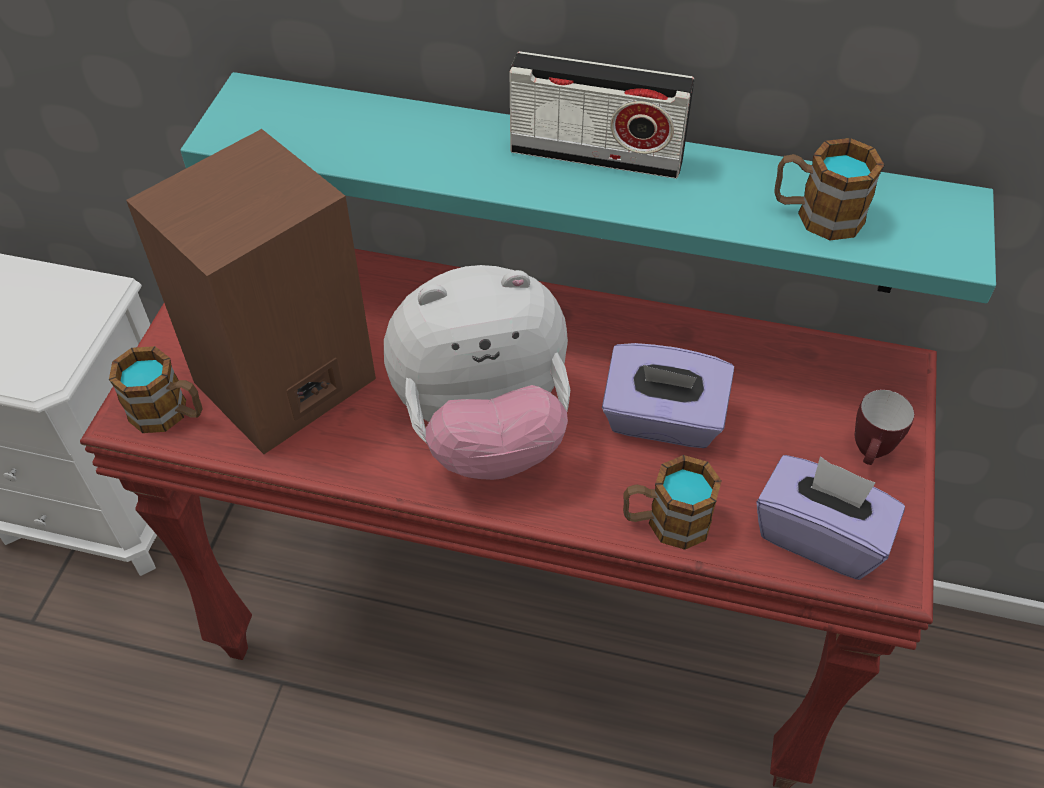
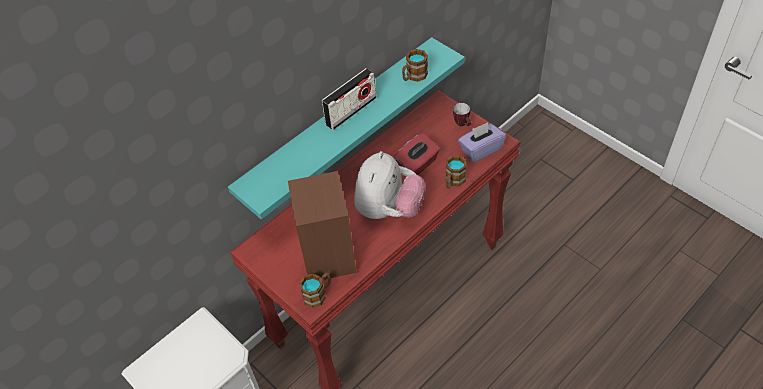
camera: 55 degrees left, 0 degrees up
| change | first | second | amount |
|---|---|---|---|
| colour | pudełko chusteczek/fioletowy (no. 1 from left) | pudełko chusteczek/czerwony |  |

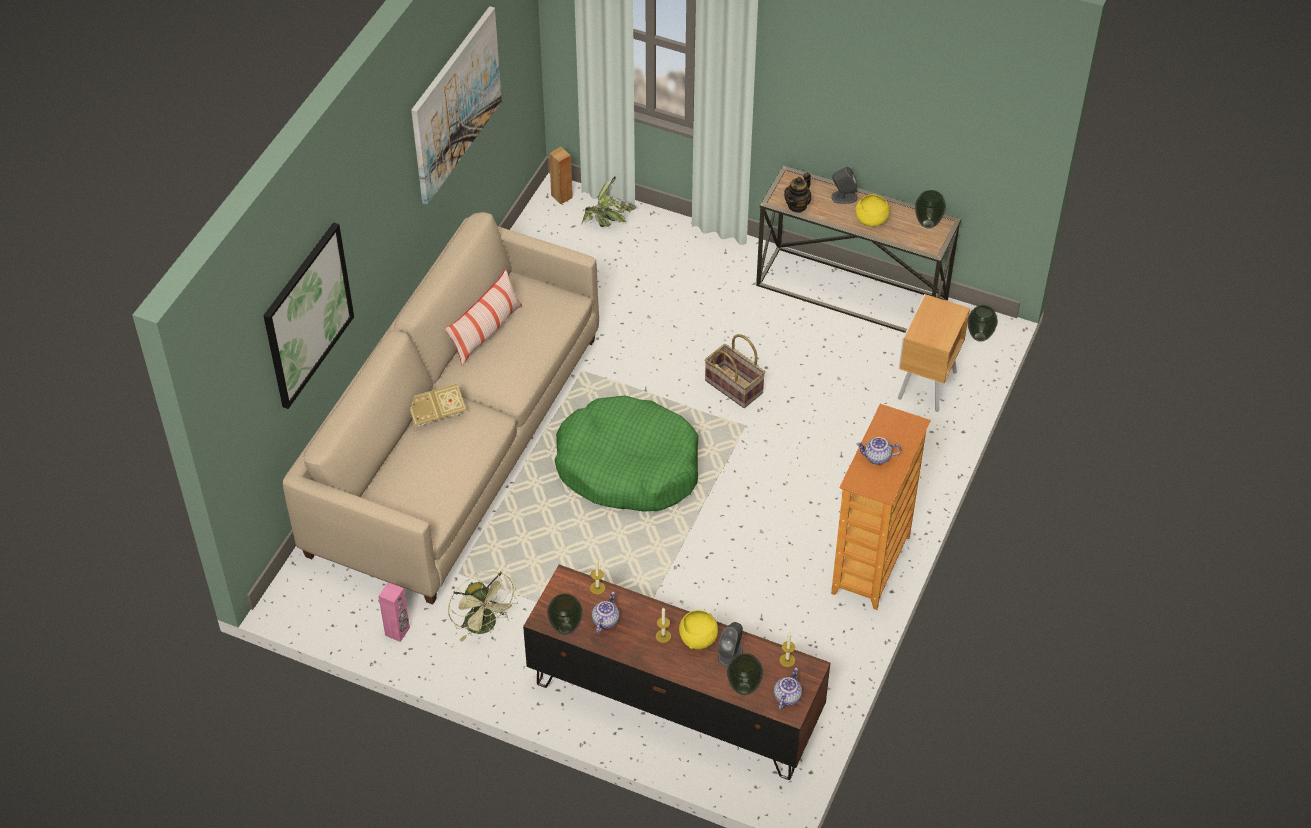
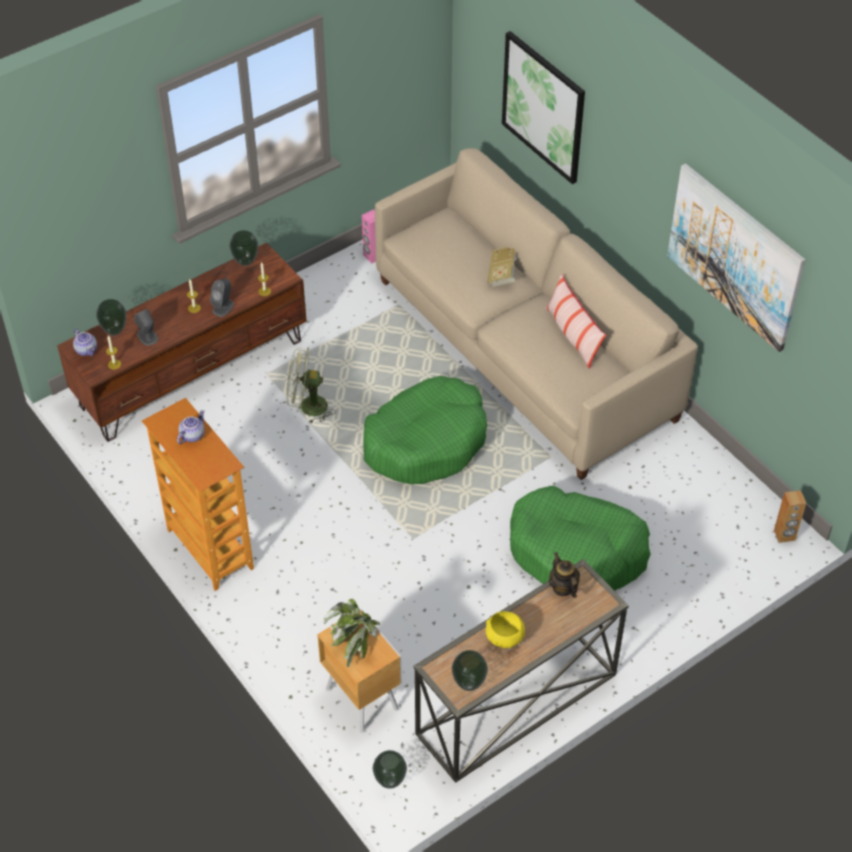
camera: 120 degrees right, 0 degrees up
| change | first | second | amount |
|---|---|---|---|
| relocated | wentylator/zielony |  |  |
| relocated | roślina doniczkowa |  |  |
| missing | imbryk (no. 1 from left) |  |  |
| missing | miska/żółty (no. 1 from left) |  |  |
| missing | koszyk |  |  |
| relocated | głośnik/szary (no. 2 from left) |  |  |
| appeared |  | legowisko/zielony (no. 2 from left) |  |

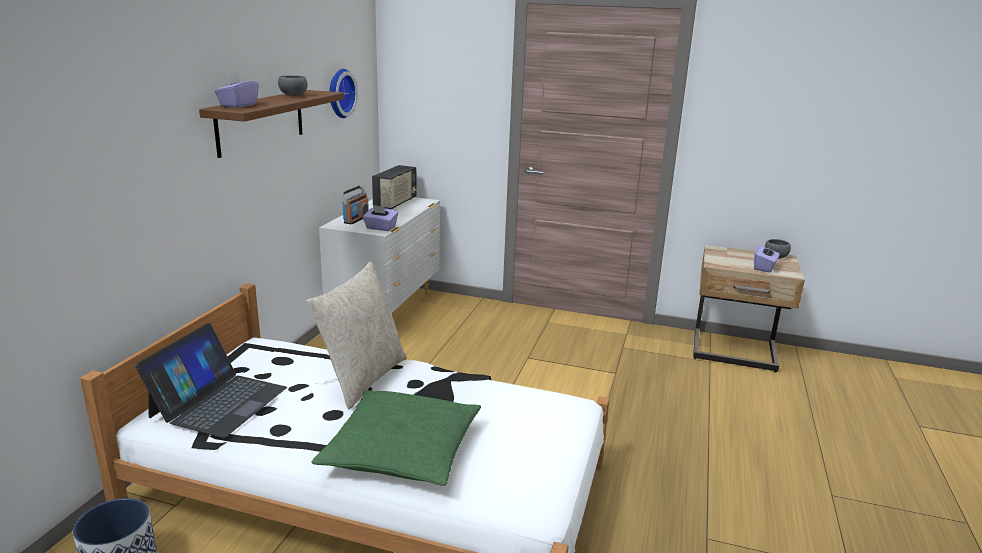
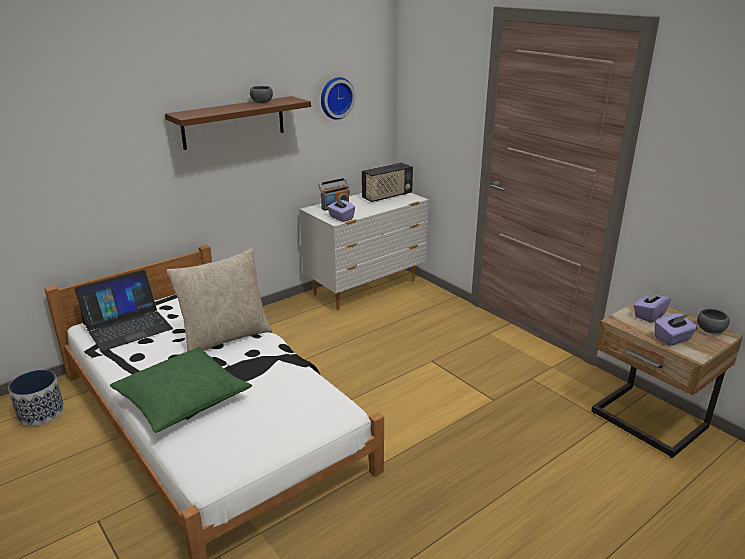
camera: 35 degrees right, 5 degrees up
| change | first | second | amount |
|---|---|---|---|
| relocated | pudełko chusteczek/fioletowy (no. 1 from left in the first image) | pudełko chusteczek/fioletowy (no. 2 from left) |  |

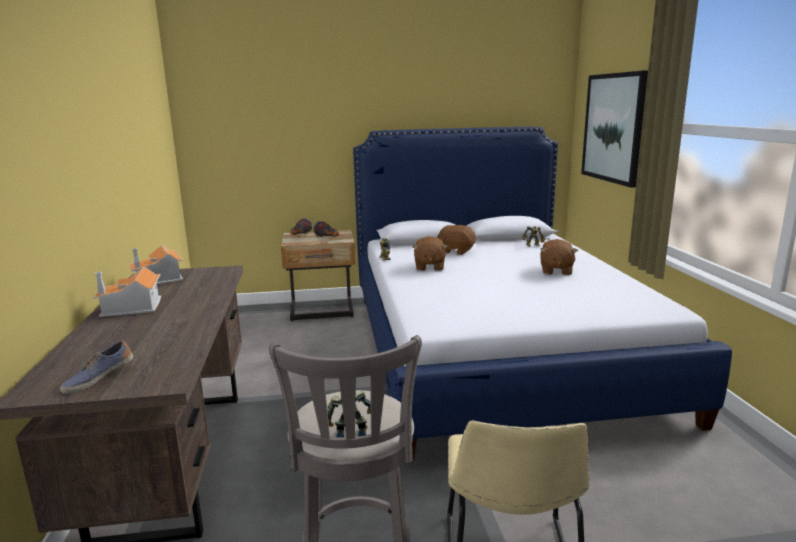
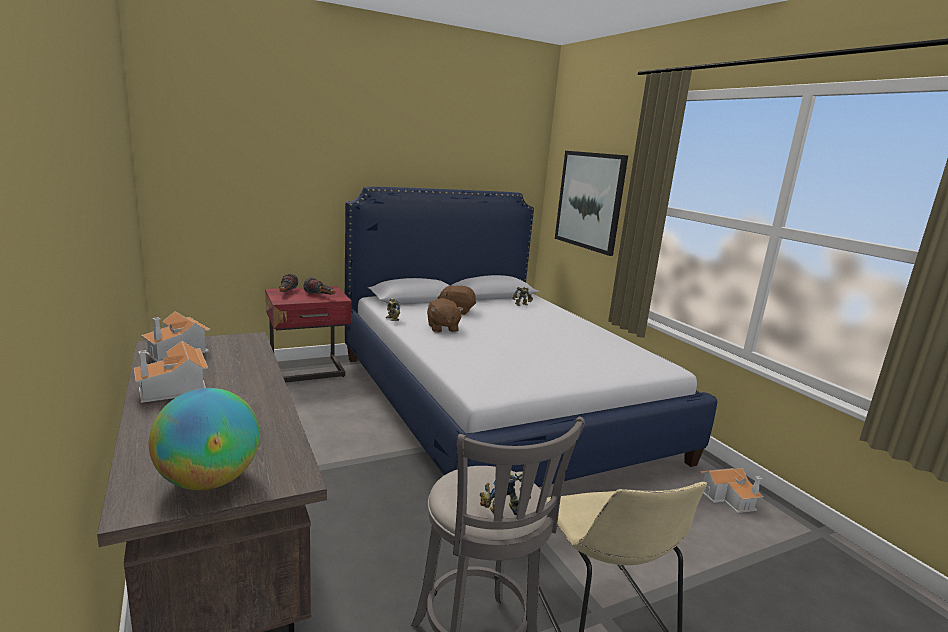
camera: 20 degrees left, 0 degrees up
| change | first | second | amount |
|---|---|---|---|
| exchanged | but | globus |  |
| colour | szafka nocna/beżowy | szafka nocna/czerwony |  |
| missing | pluszak/brązowy (no. 3 from left) |  |  |
| appeared |  | domek (no. 3 from left) |  |

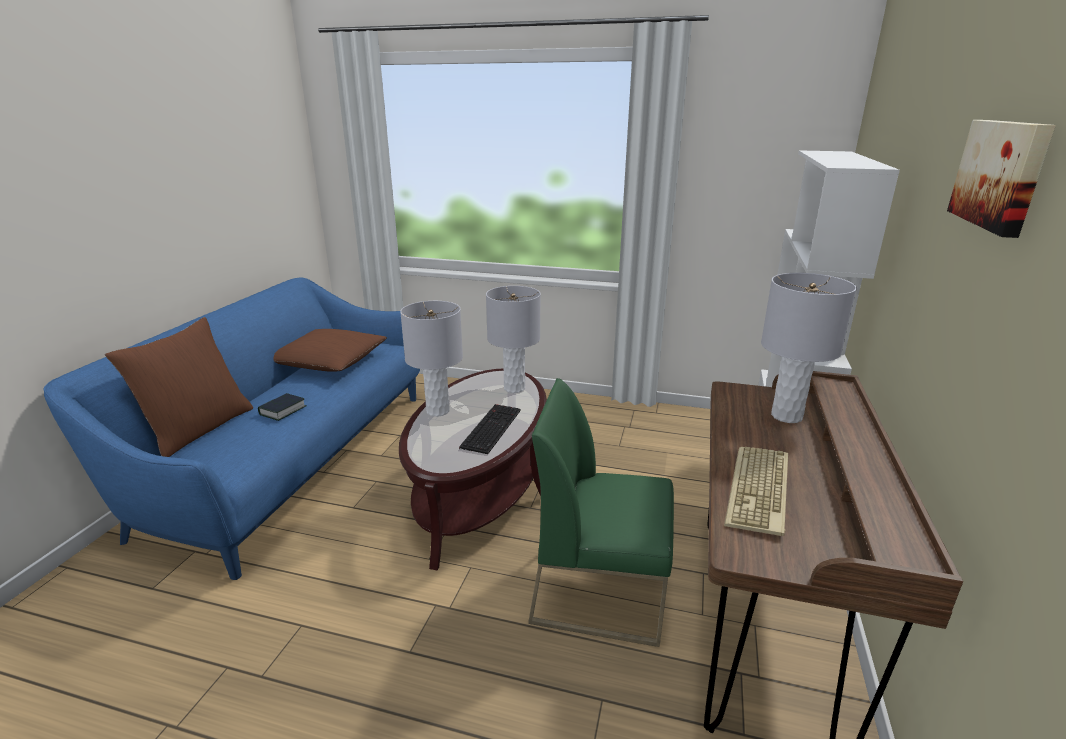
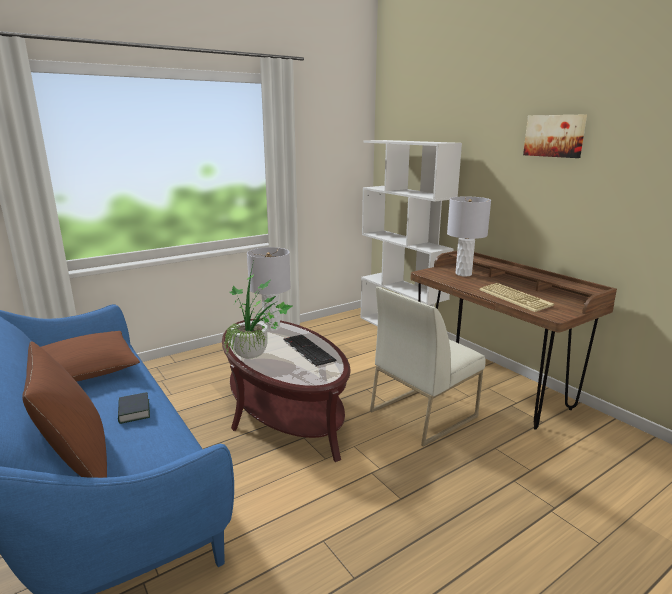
camera: 50 degrees left, 5 degrees down
| change | first | second | amount |
|---|---|---|---|
| exchanged | lampa stołowa/szary (no. 1 from left) | roślina doniczkowa |  |
| colour | krzesło/zielony | krzesło/biały |  |

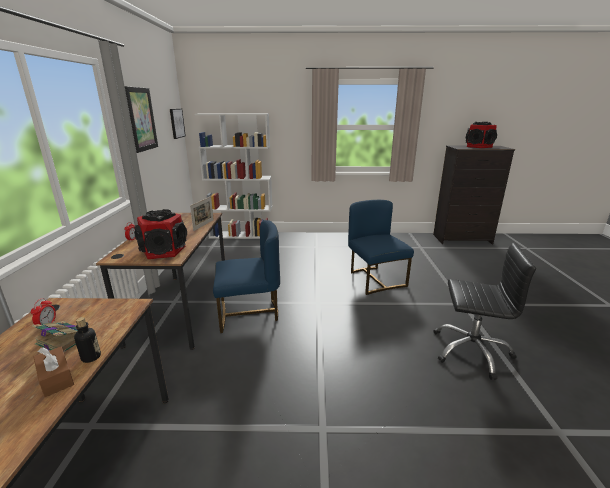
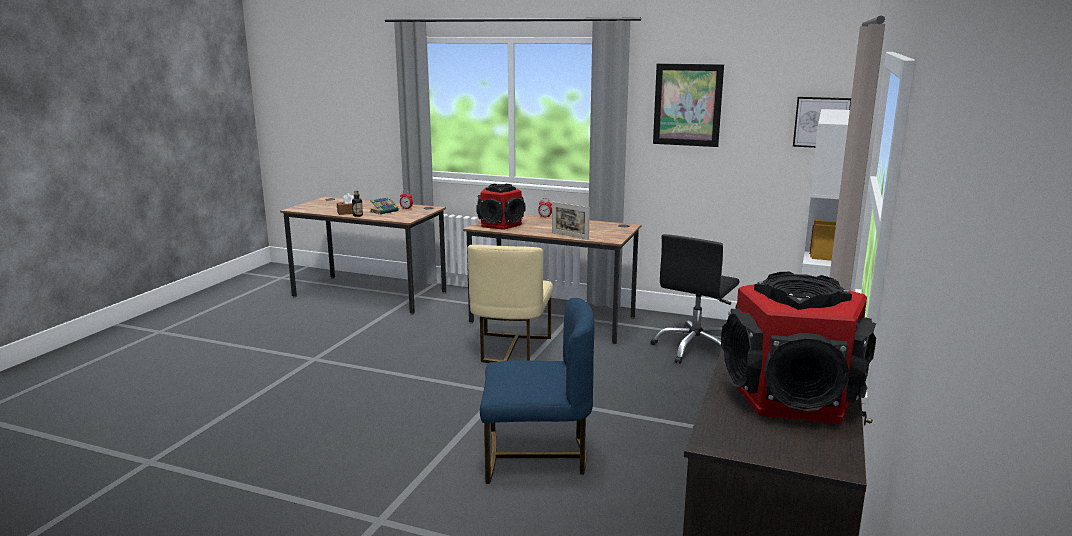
camera: 110 degrees right, 5 degrees down
| change | first | second | amount |
|---|---|---|---|
| colour | krzesło/niebieski (no. 1 from left) | krzesło/beżowy |  |
| relocated | krzesło biurowe/czarny |  |  |

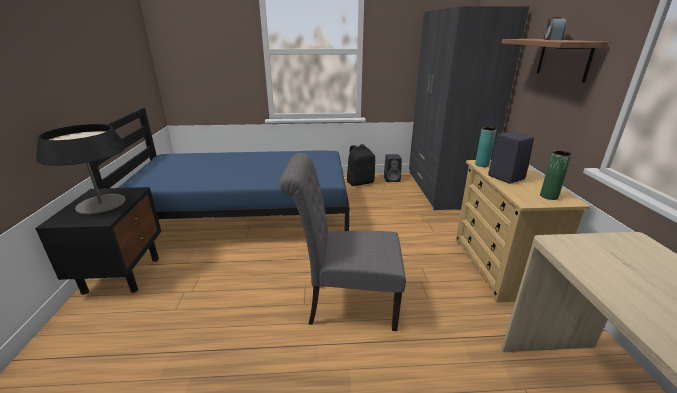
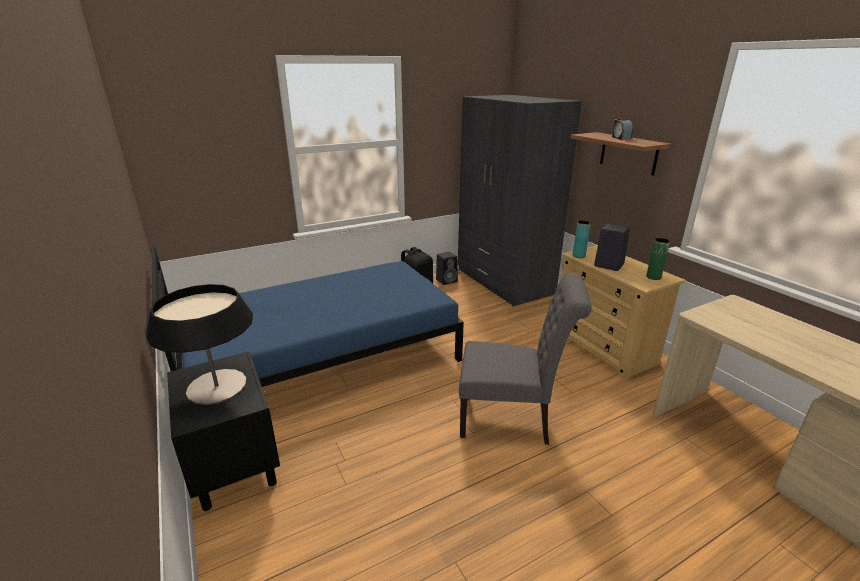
camera: 25 degrees left, 0 degrees up
| change | first | second | amount |
|---|---|---|---|
| spun | krzesło/szary |  | 150 degrees counterclockwise |

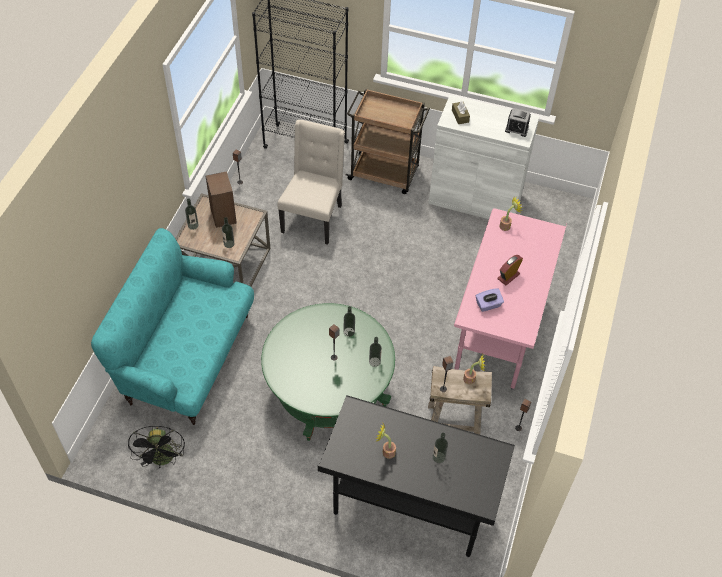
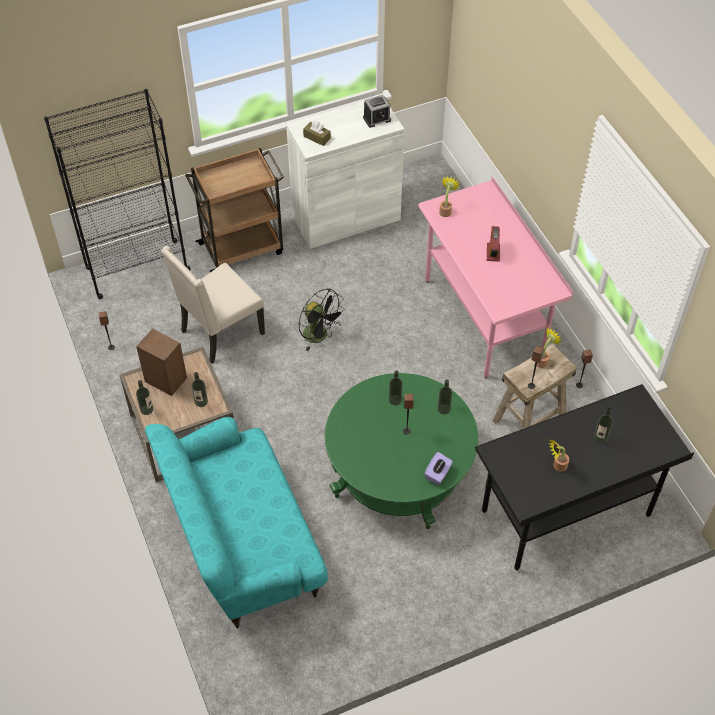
camera: 40 degrees left, 0 degrees up
| change | first | second | amount |
|---|---|---|---|
| relocated | wentylator/czarny |  |  |
| spun | krzesło/beżowy |  | 105 degrees counterclockwise |
| relocated | pudełko chusteczek/fioletowy |  |  |

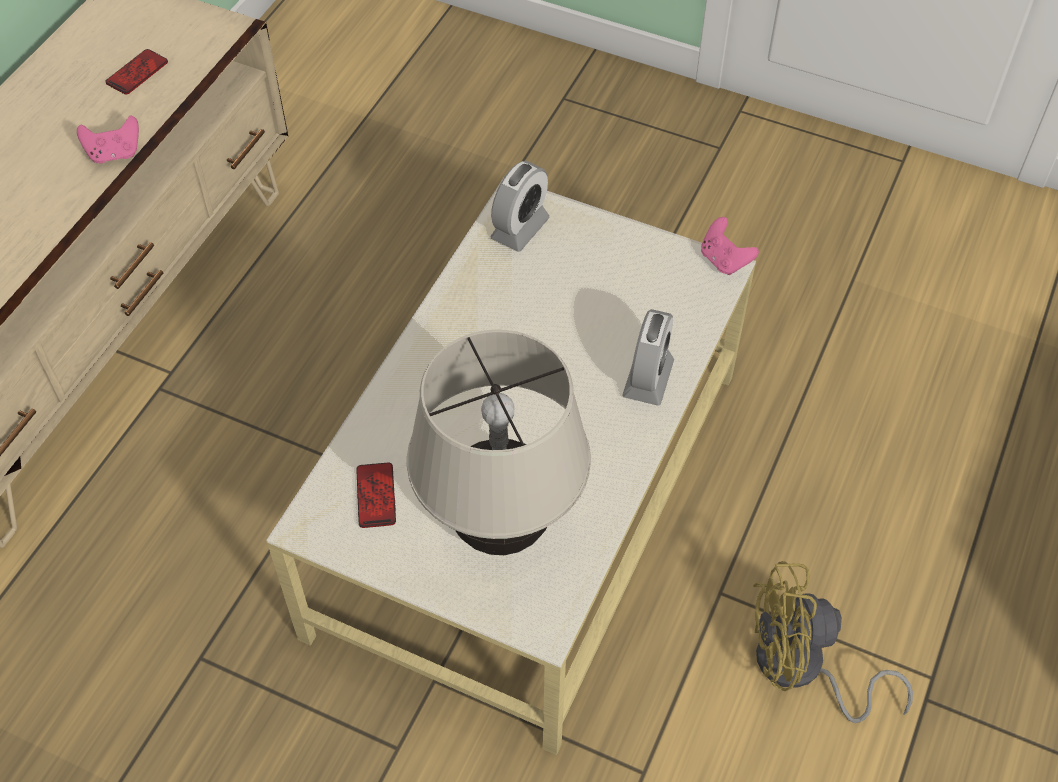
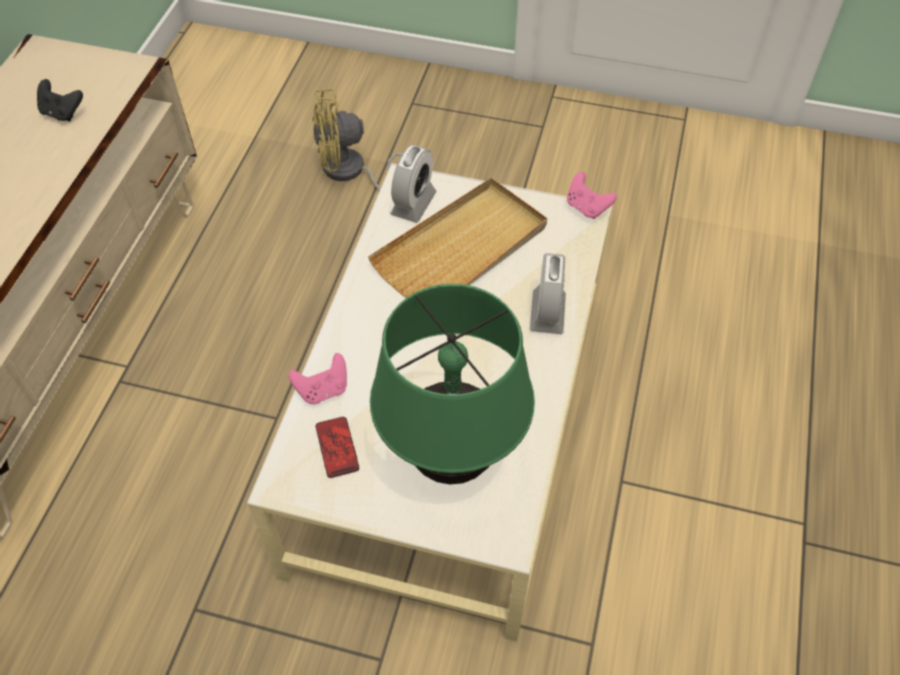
camera: 10 degrees left, 0 degrees up
| change | first | second | amount |
|---|---|---|---|
| relocated | pad do gier/różowy (no. 1 from left) |  |  |
| exchanged | telefon (no. 1 from left) | pad do gier/czarny |  |
| colour | lampa stołowa/beżowy | lampa stołowa/zielony |  |
| relocated | wentylator/żółty |  |  |
| appeared |  | taca/beżowy |  |

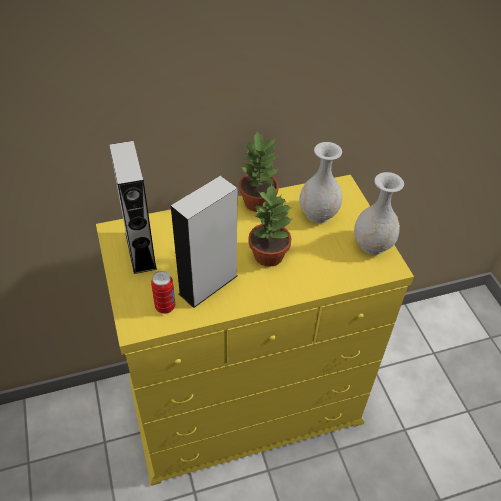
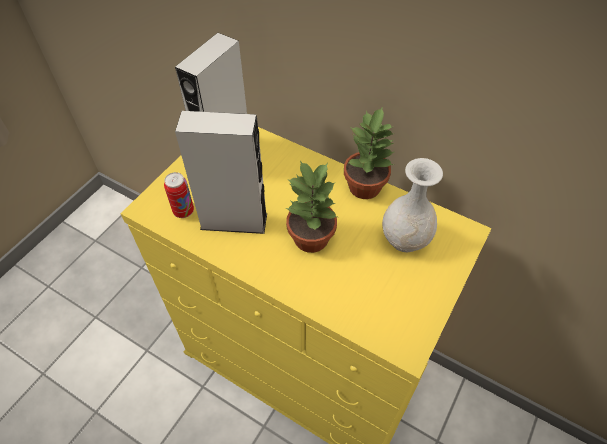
camera: 50 degrees right, 5 degrees up
| change | first | second | amount |
|---|---|---|---|
| missing | wazon/biały (no. 2 from left) |  |  |

